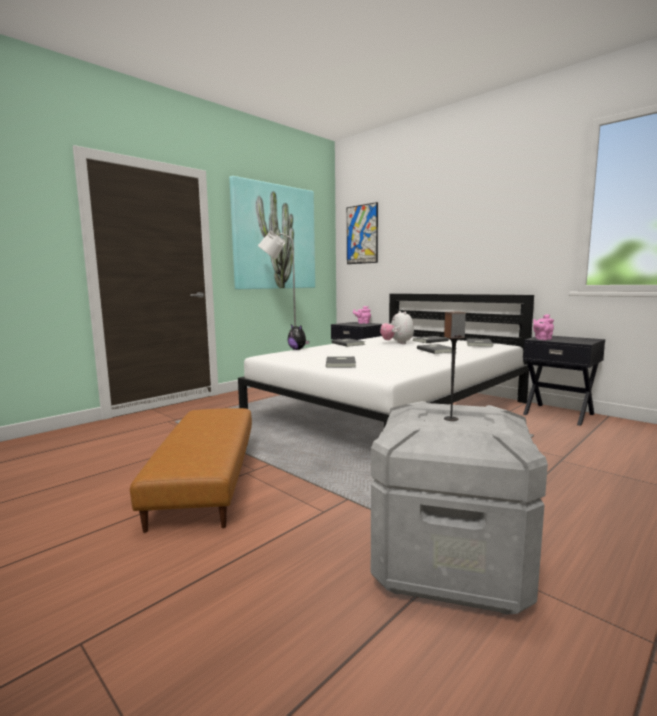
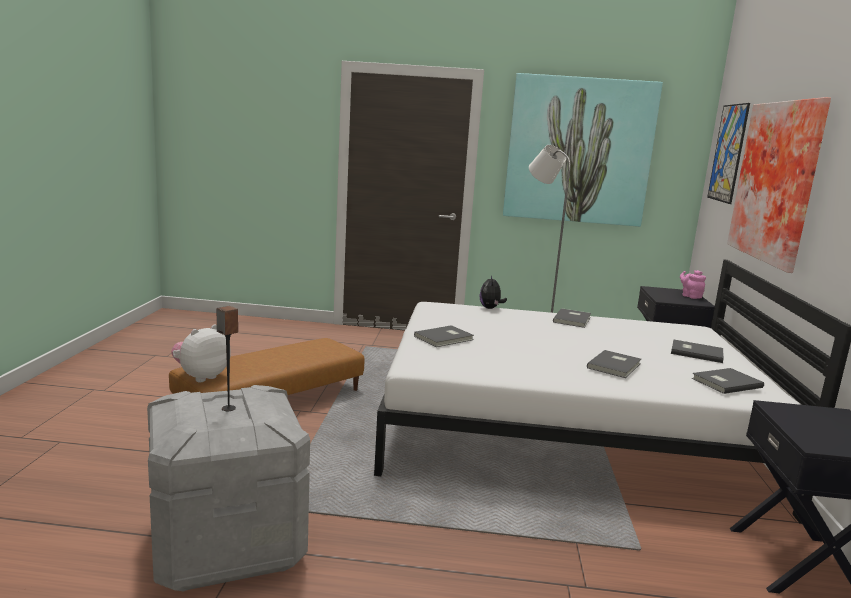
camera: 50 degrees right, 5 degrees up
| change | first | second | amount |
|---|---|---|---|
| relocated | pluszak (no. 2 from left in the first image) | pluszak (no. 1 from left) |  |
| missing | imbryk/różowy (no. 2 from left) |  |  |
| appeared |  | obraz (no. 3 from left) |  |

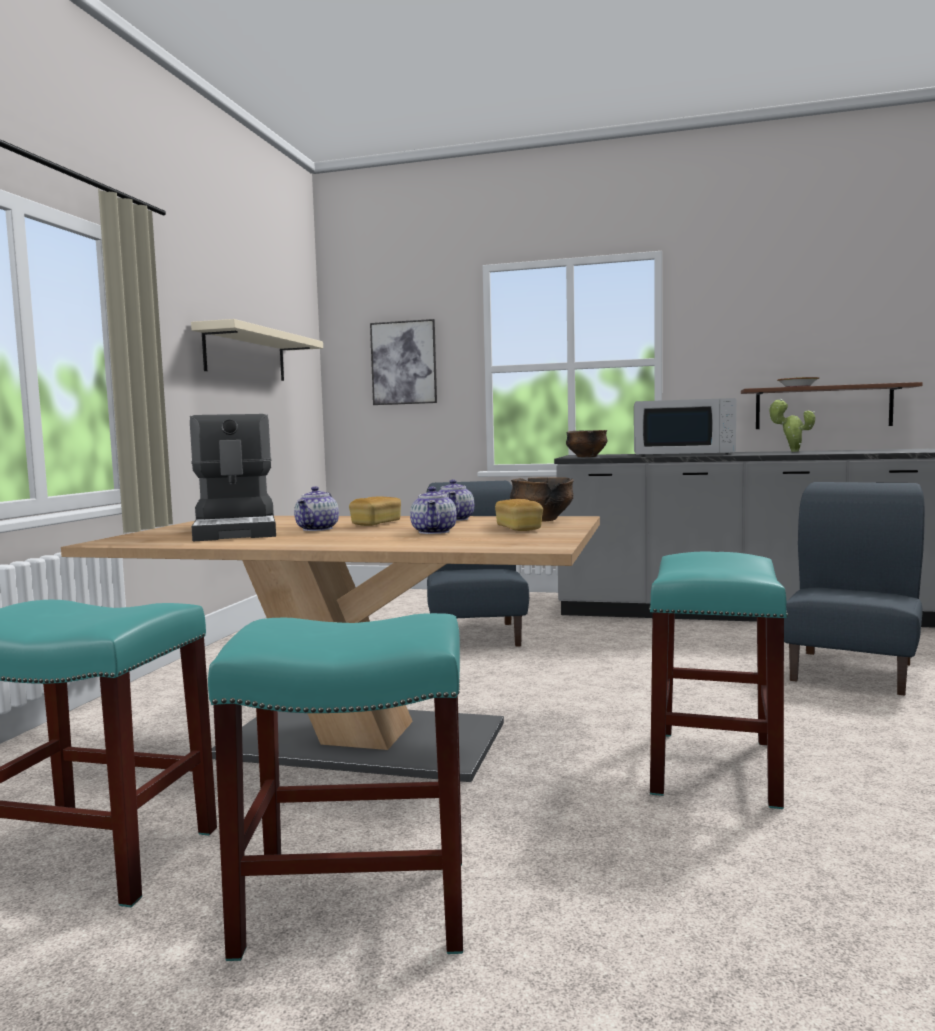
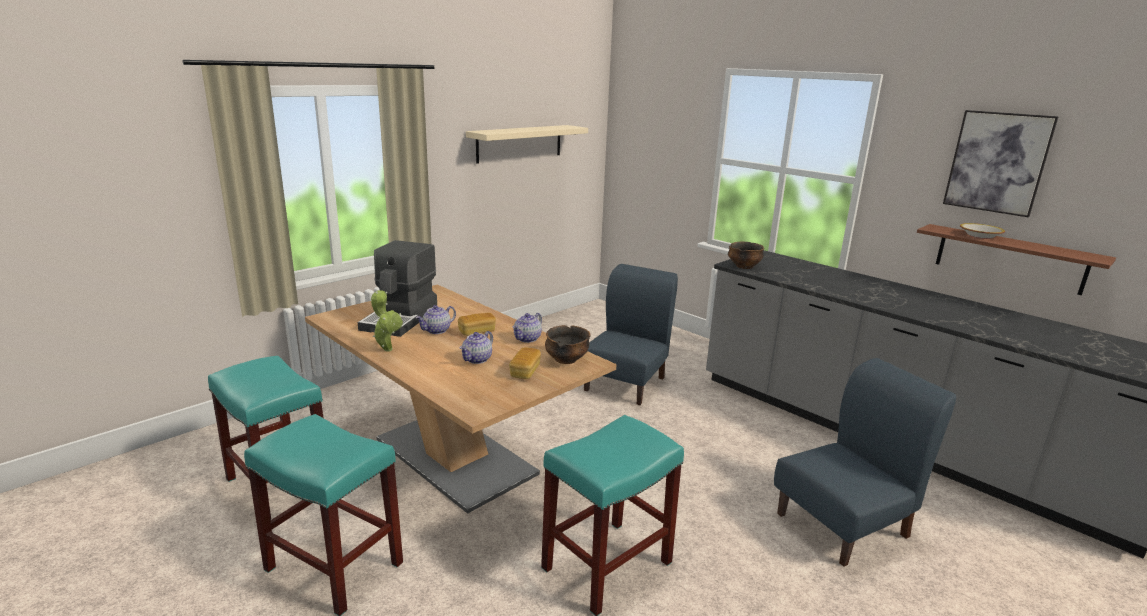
camera: 30 degrees right, 15 degrees up
| change | first | second | amount |
|---|---|---|---|
| relocated | obraz |  |  |
| missing | mikrofalówka/biały |  |  |
| relocated | roślina doniczkowa |  |  |

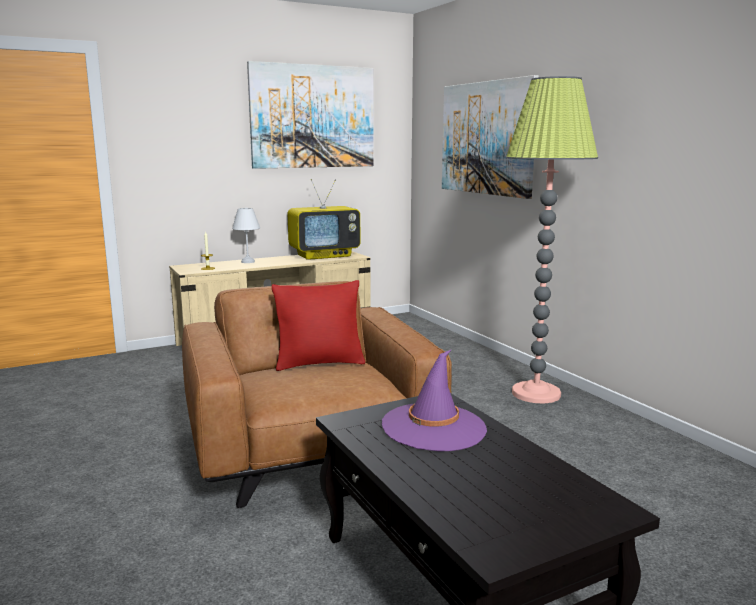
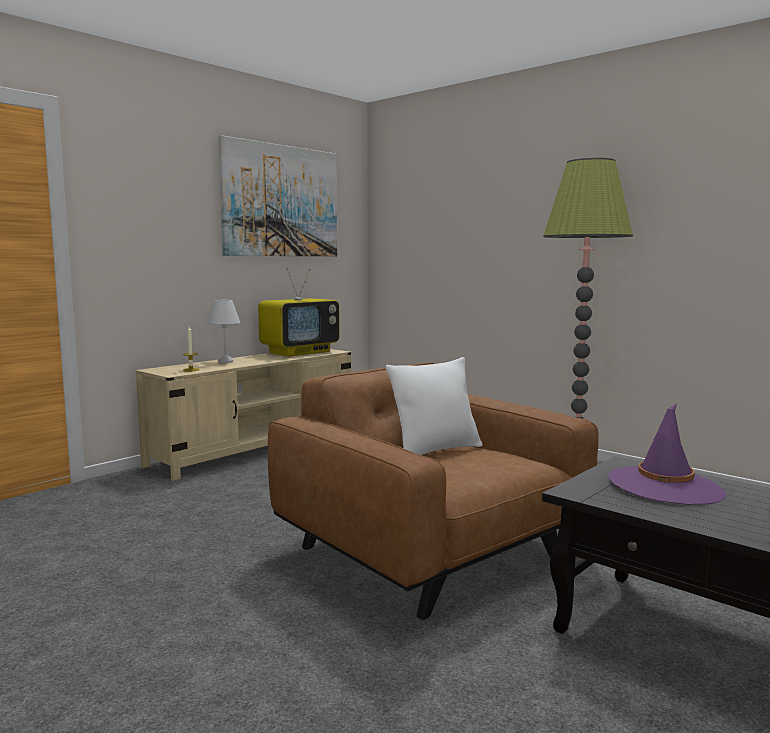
camera: 20 degrees left, 5 degrees down
| change | first | second | amount |
|---|---|---|---|
| colour | poduszka/czerwony | poduszka/biały |  |
| missing | obraz (no. 2 from left) |  |  |

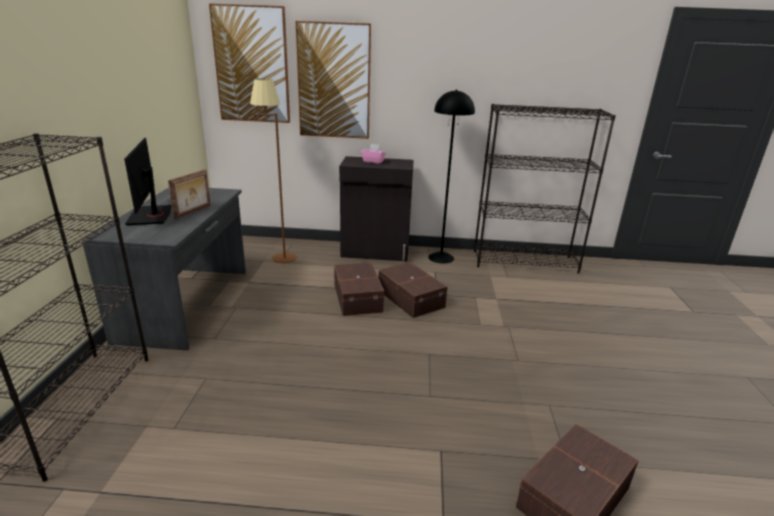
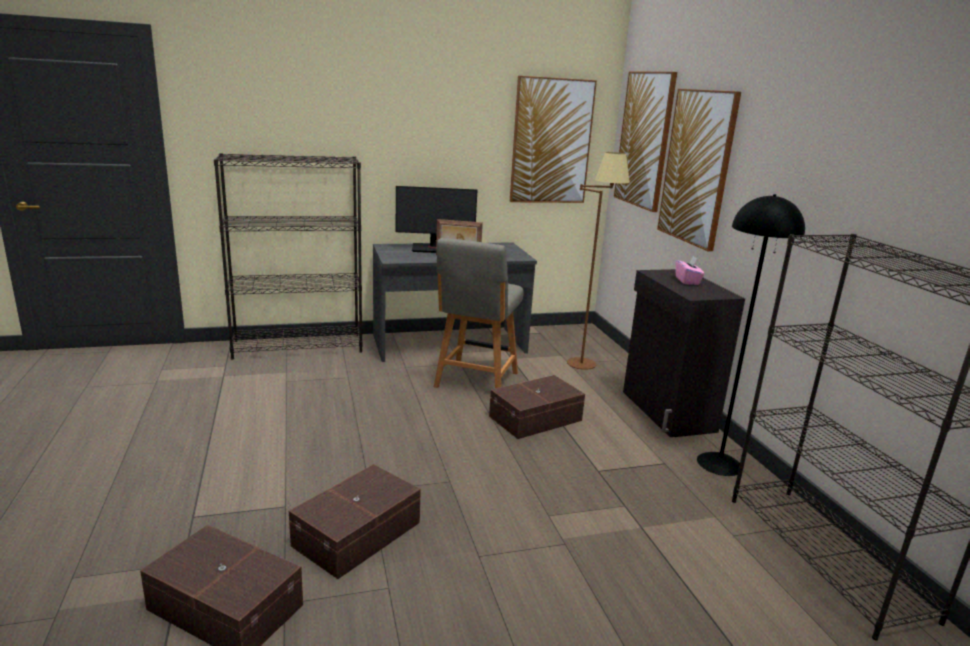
camera: 70 degrees right, 5 degrees down
| change | first | second | amount |
|---|---|---|---|
| spun | monitor |  | 150 degrees counterclockwise |
| relocated | pojemnik do przechowywania/brązowy (no. 2 from left) |  |  |
| appeared |  | krzesło/szary |  |
| appeared |  | obraz (no. 1 from left) |  |

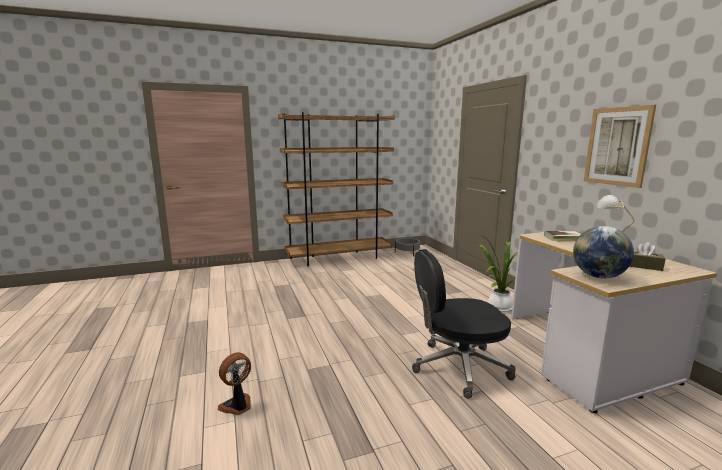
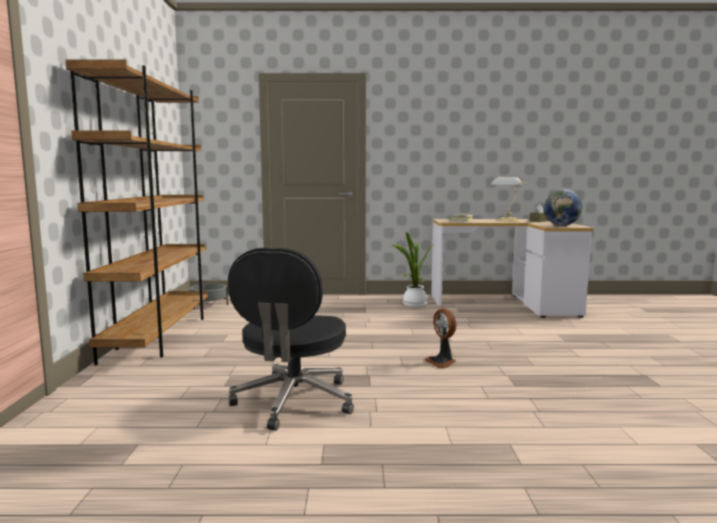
camera: 70 degrees left, 5 degrees down
| change | first | second | amount |
|---|---|---|---|
| relocated | wentylator |  |  |
| relocated | krzesło biurowe/czarny |  |  |
| missing | obraz |  |  |

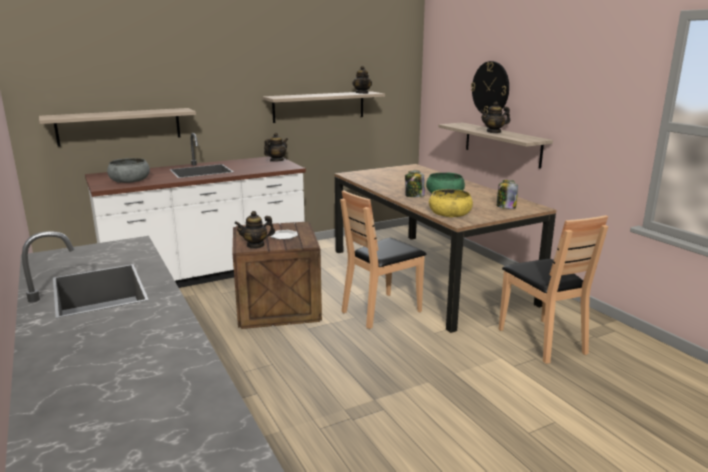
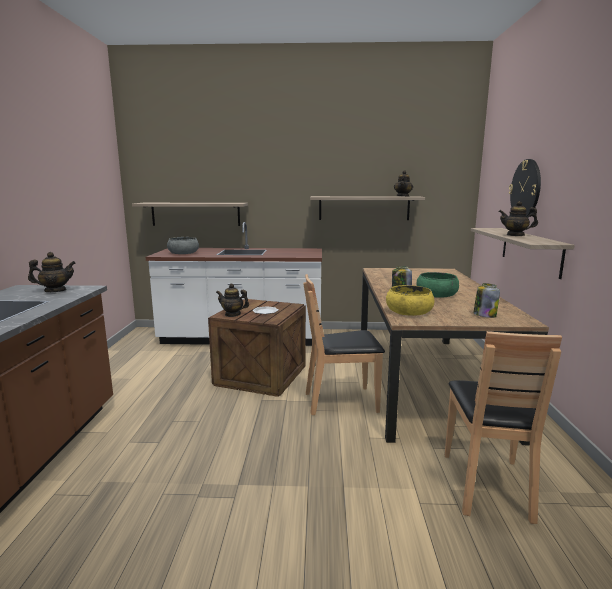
camera: 30 degrees right, 5 degrees down
| change | first | second | amount |
|---|---|---|---|
| relocated | imbryk (no. 2 from left in the first image) | imbryk (no. 1 from left) |  |

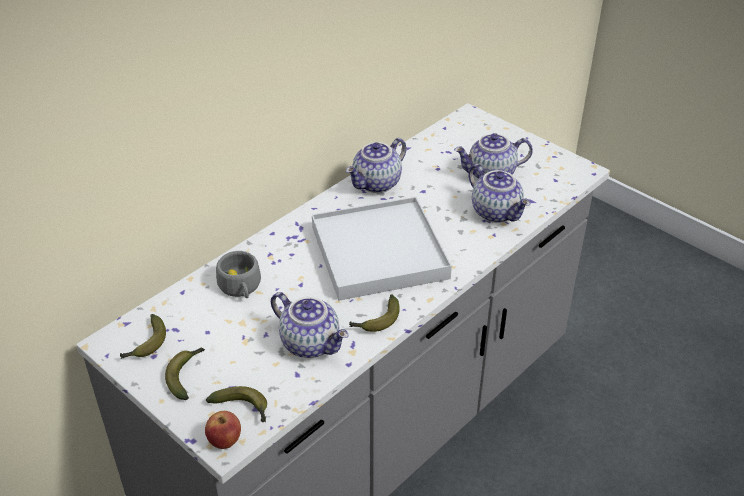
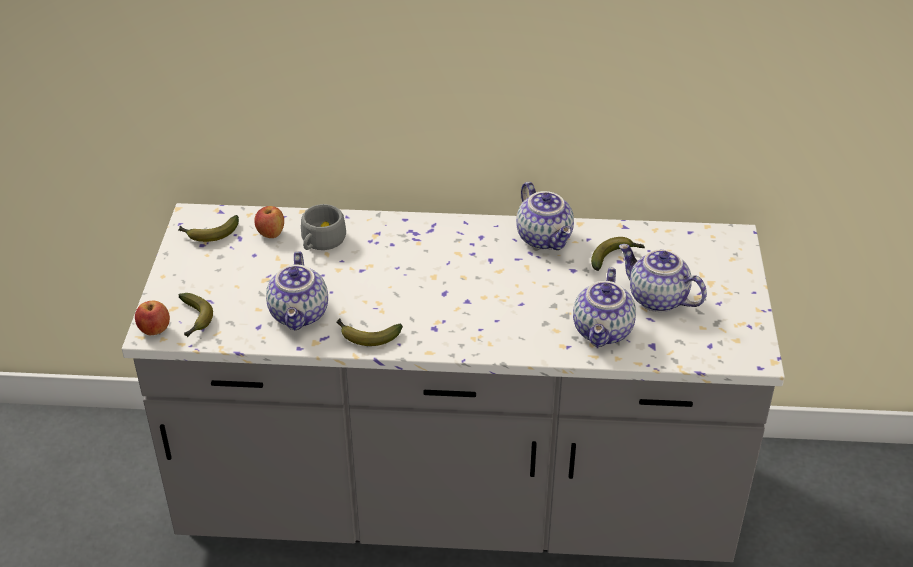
camera: 50 degrees right, 0 degrees up
| change | first | second | amount |
|---|---|---|---|
| relocated | banan (no. 2 from left in the first image) | banan (no. 4 from left) |  |
| missing | taca/biały |  |  |
| spun | imbryk (no. 2 from left) |  | 120 degrees counterclockwise |
| appeared |  | jabłko (no. 2 from left) |  |

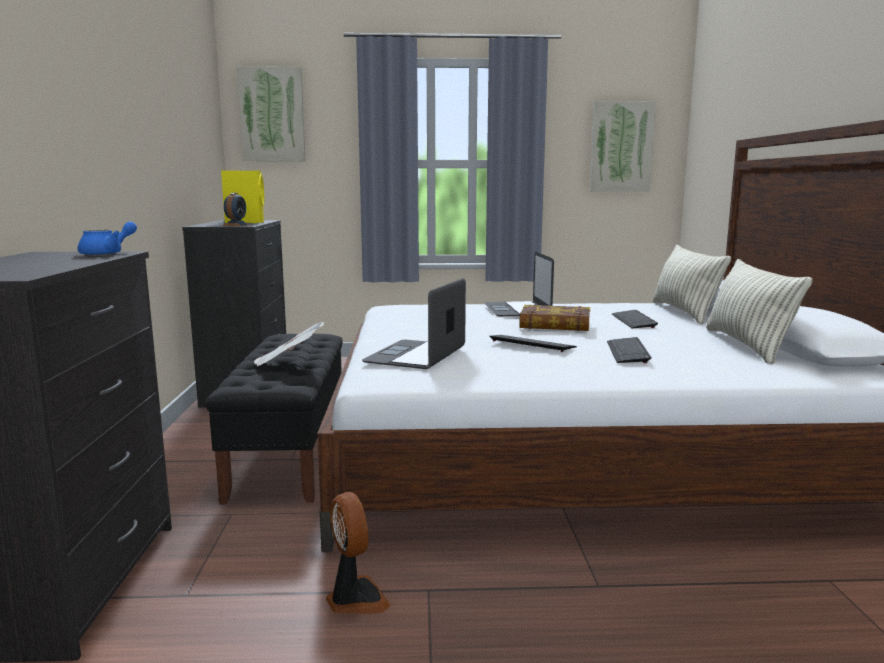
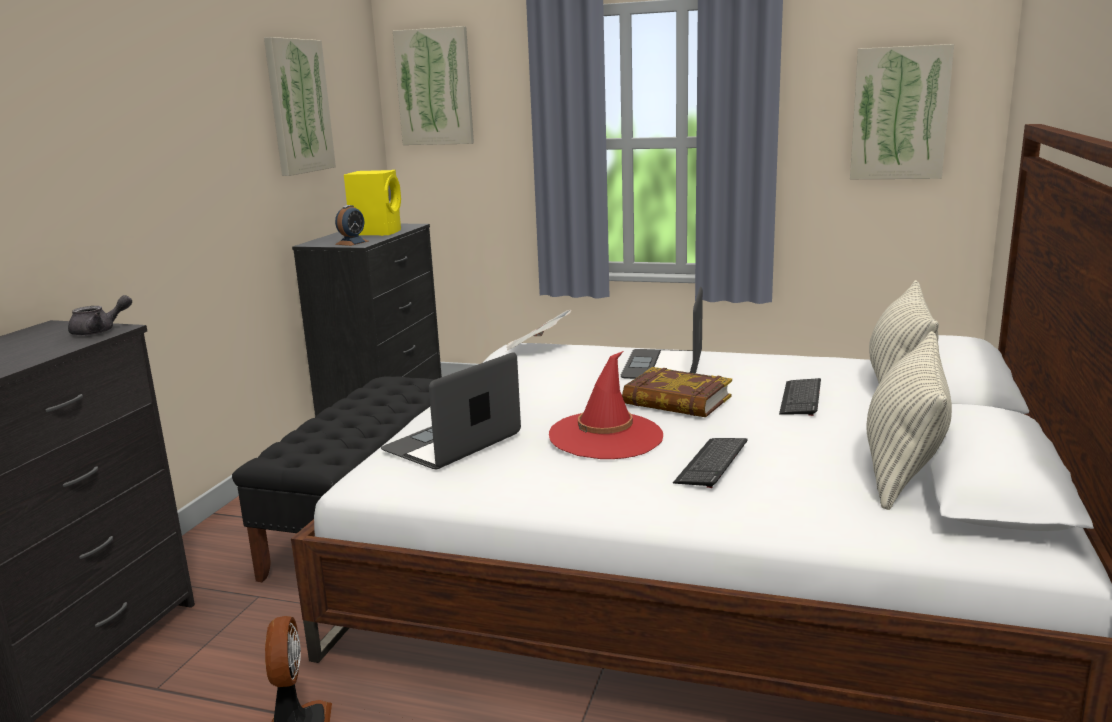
camera: 20 degrees right, 5 degrees up
| change | first | second | amount |
|---|---|---|---|
| colour | imbryk/niebieski | imbryk/szary |  |
| relocated | gazeta |  |  |
| exchanged | klawiatura (no. 1 from left) | kapelusz/czerwony |  |
| appeared |  | obraz (no. 1 from left) |  |

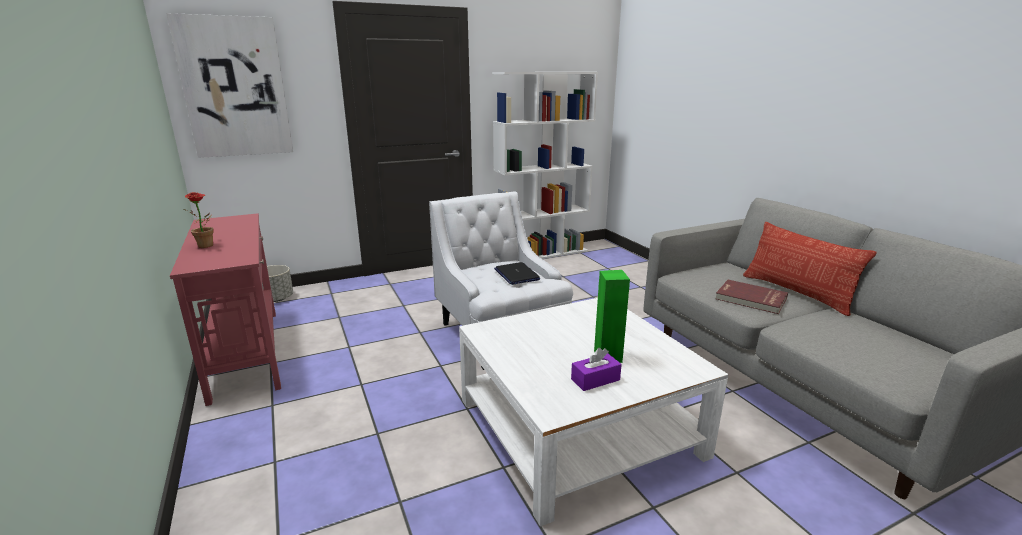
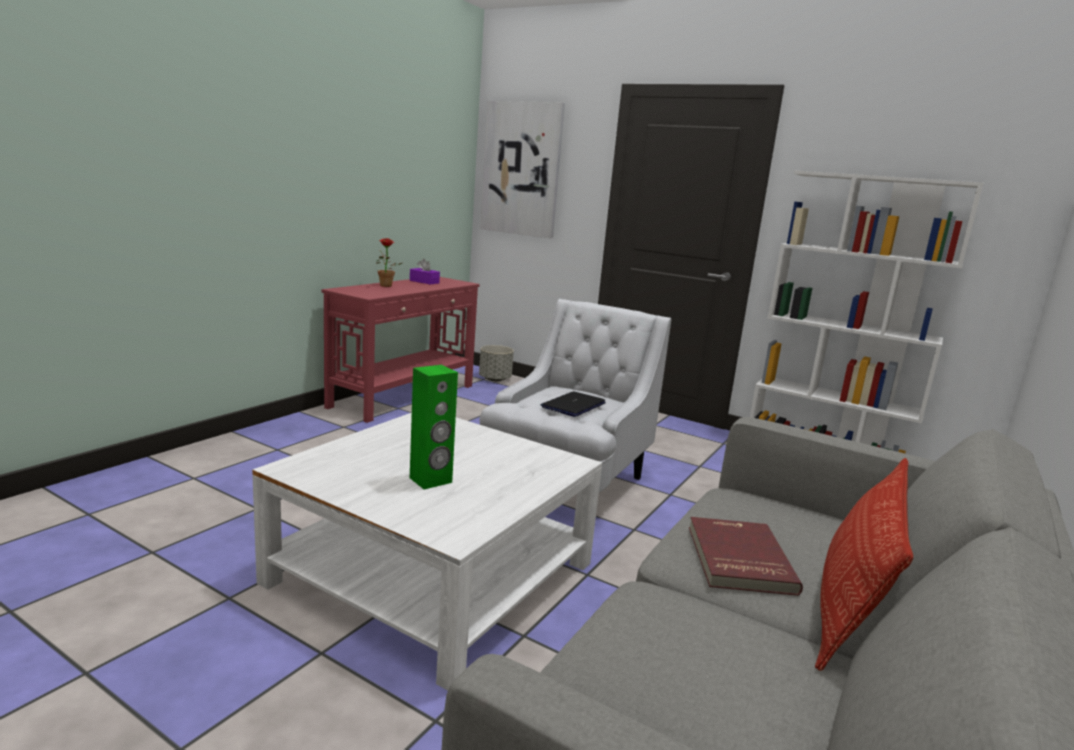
camera: 55 degrees right, 5 degrees down
| change | first | second | amount |
|---|---|---|---|
| relocated | pudełko chusteczek/fioletowy |  |  |

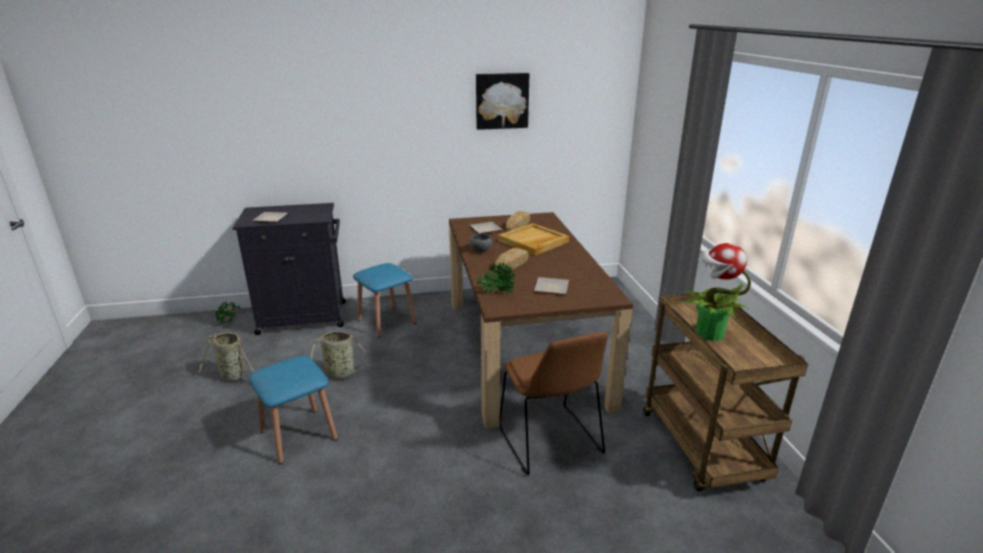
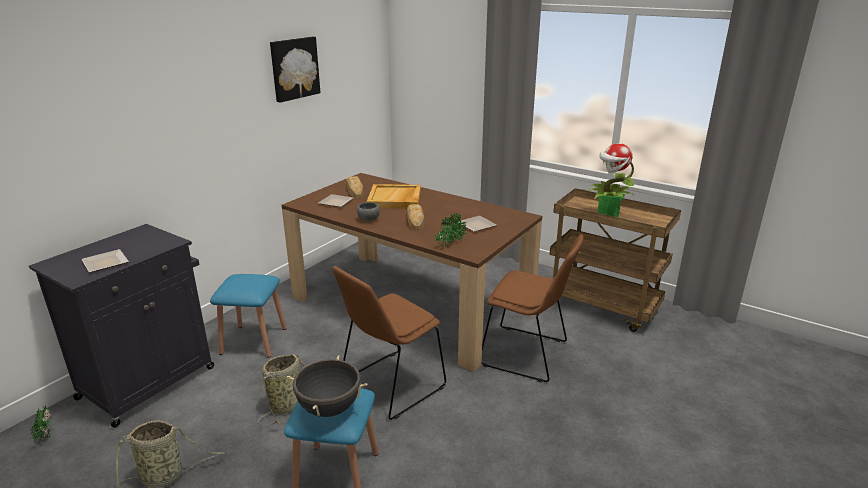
camera: 45 degrees left, 0 degrees up
| change | first | second | amount |
|---|---|---|---|
| appeared |  | garnek/czarny |  |
| appeared |  | krzesło/brązowy (no. 1 from left) |  |

